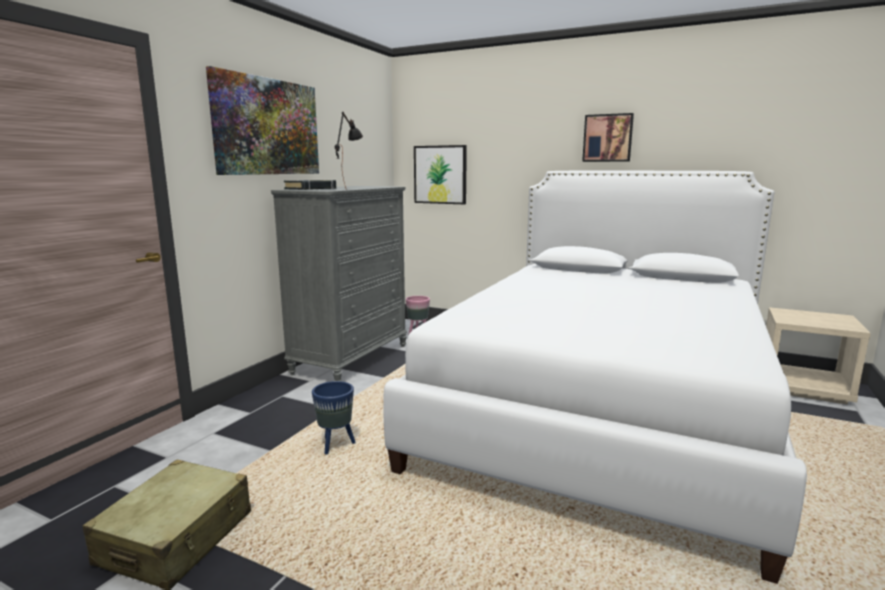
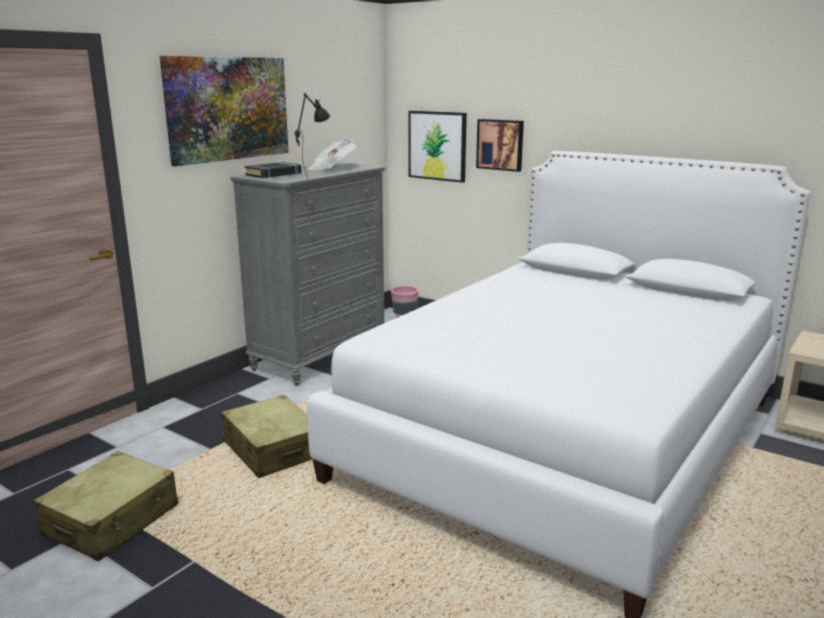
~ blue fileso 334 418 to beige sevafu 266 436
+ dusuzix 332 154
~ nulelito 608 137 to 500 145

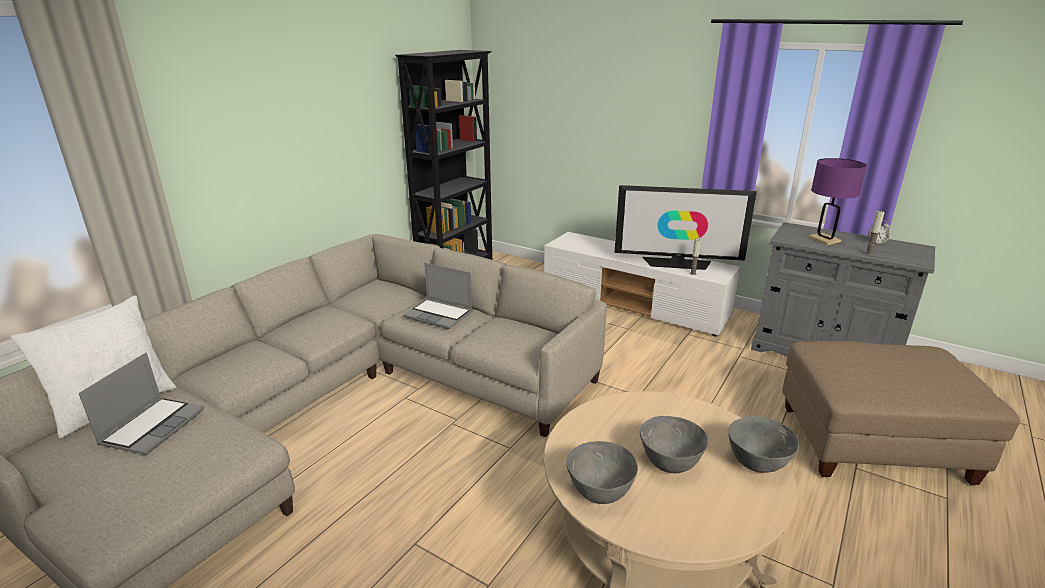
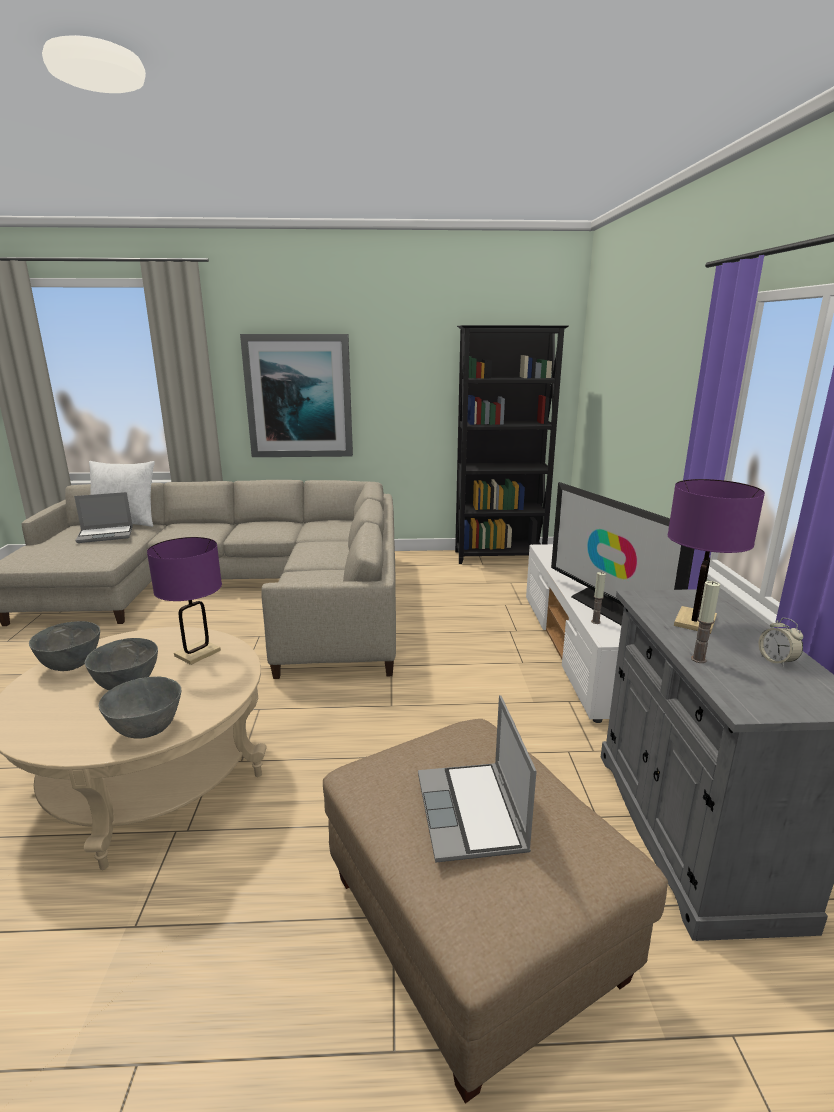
+ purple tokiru 184 601
+ nulelito 296 395
~ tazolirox 438 296 to 477 778

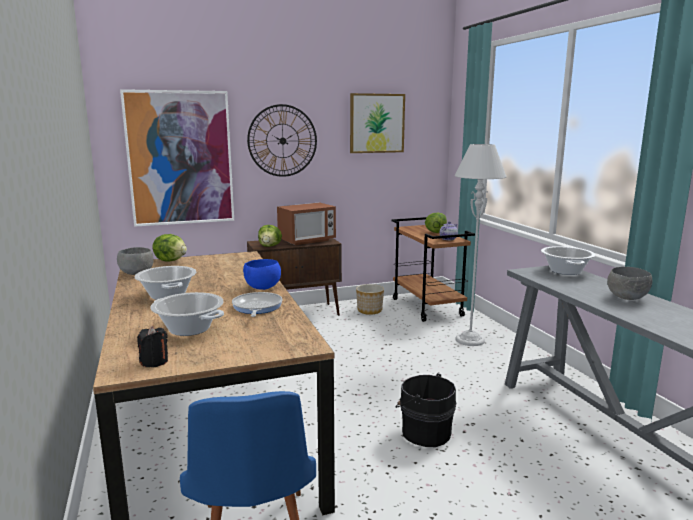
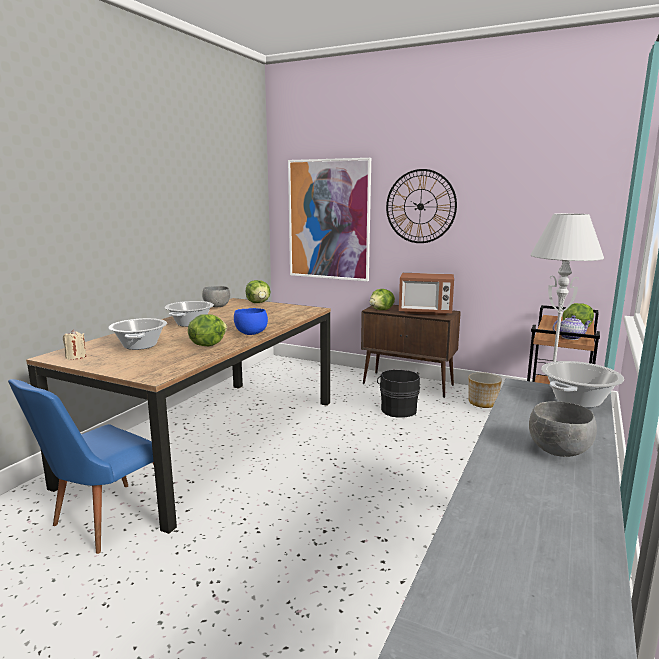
~ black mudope 152 346 to beige mudope 74 345
~ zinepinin 257 304 to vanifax 207 330
~ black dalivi 426 410 to 398 394
- nulelito 377 123

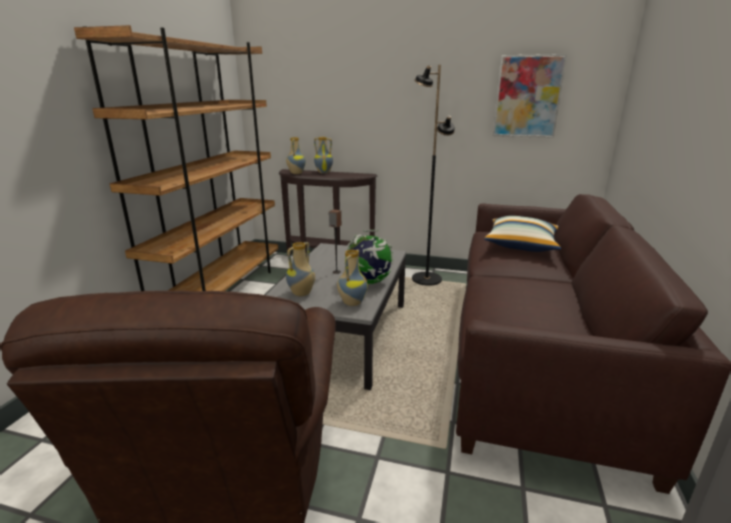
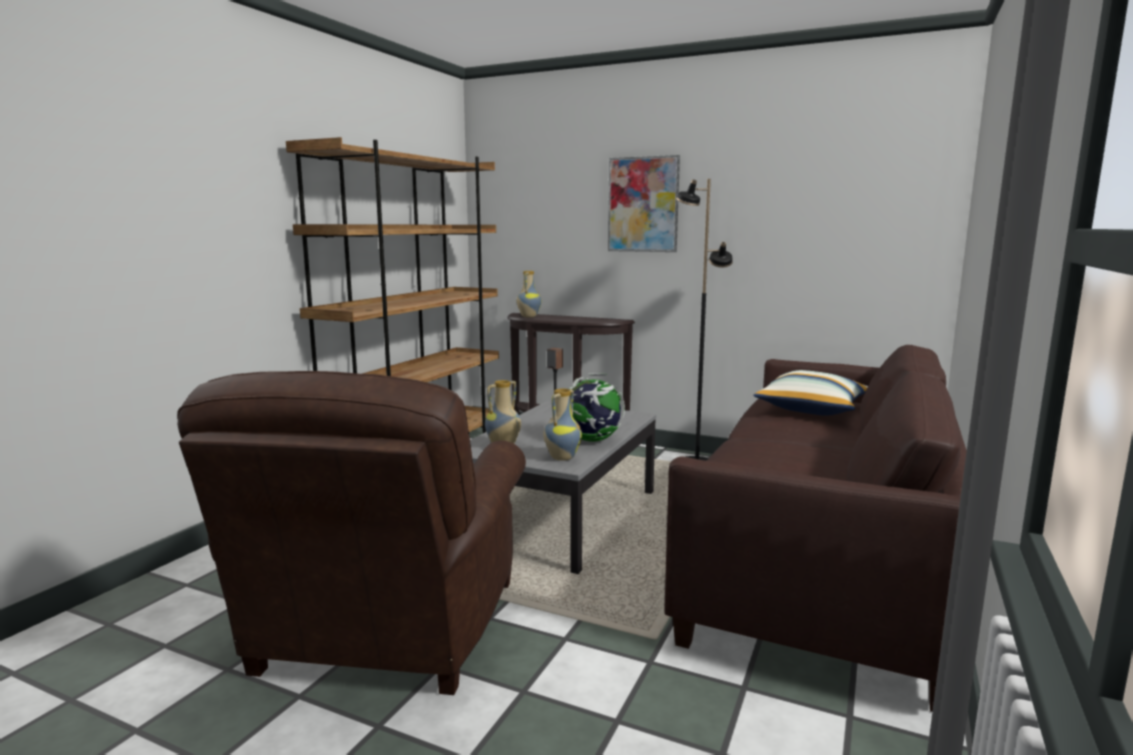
~ nulelito 530 96 to 644 203
- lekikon 323 155

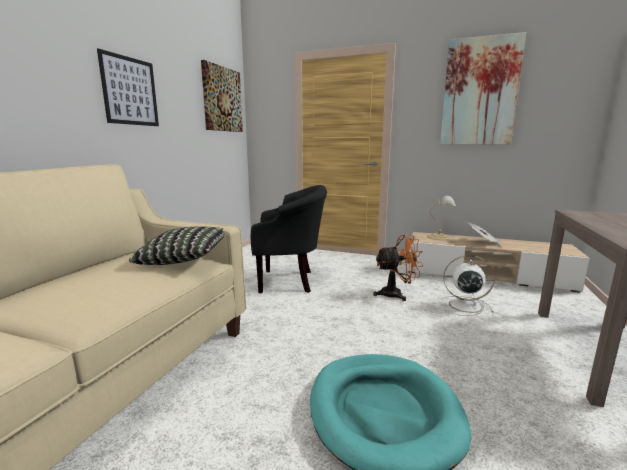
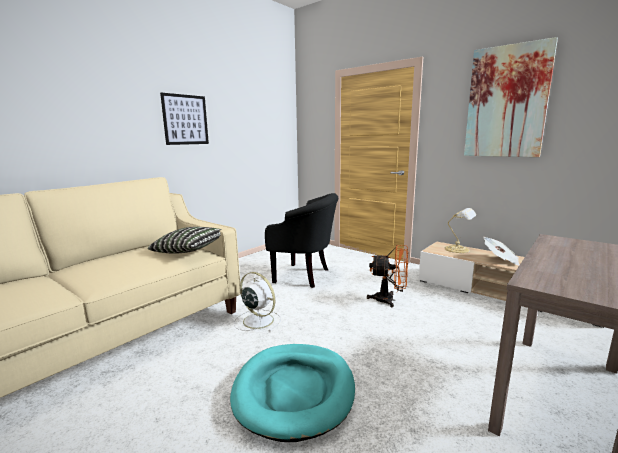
~ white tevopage 467 285 to 257 302
- nulelito 222 96

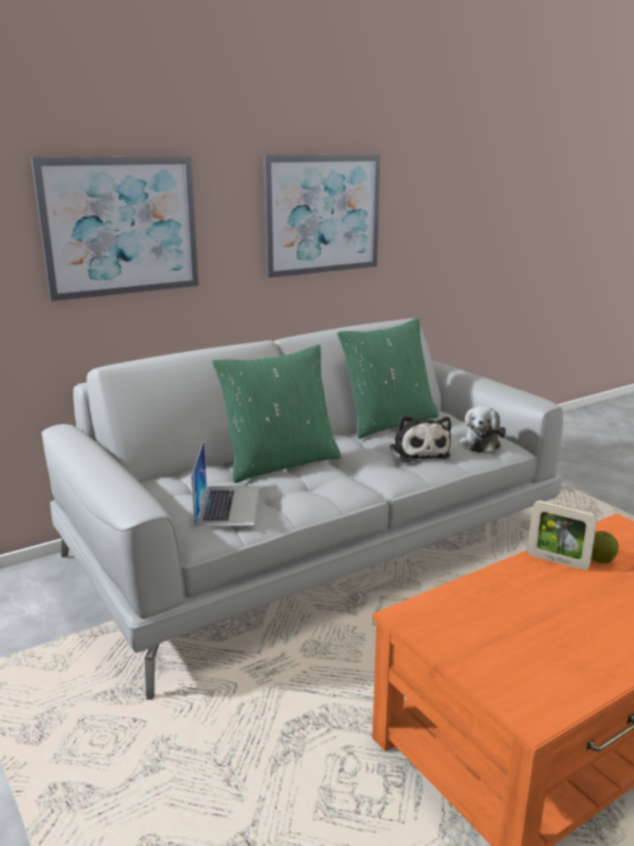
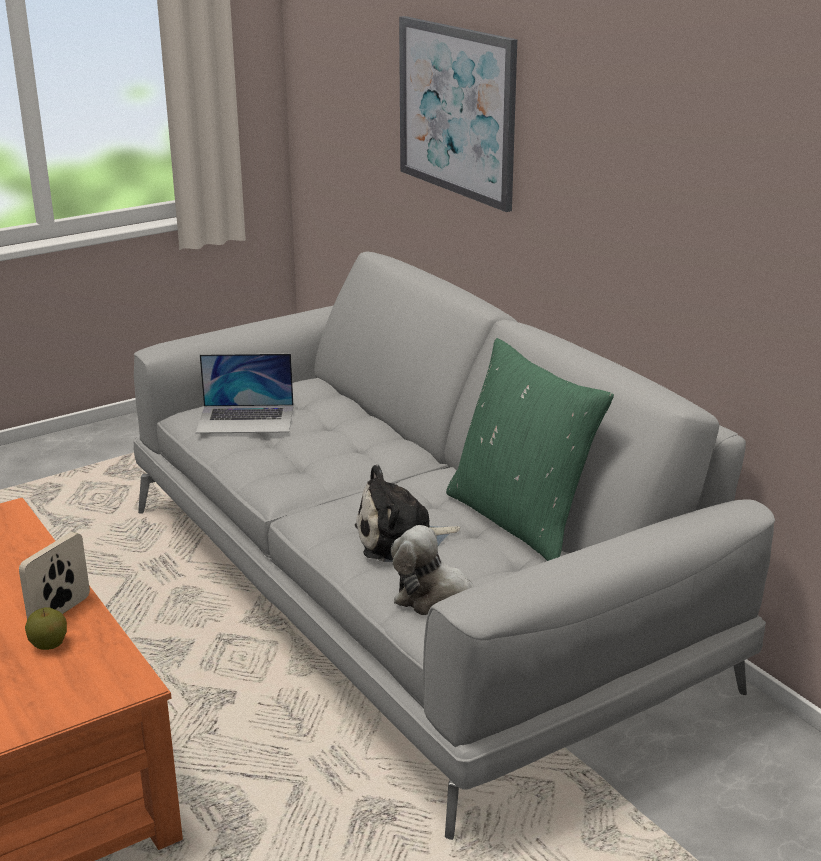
- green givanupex 276 414
- nulelito 321 216

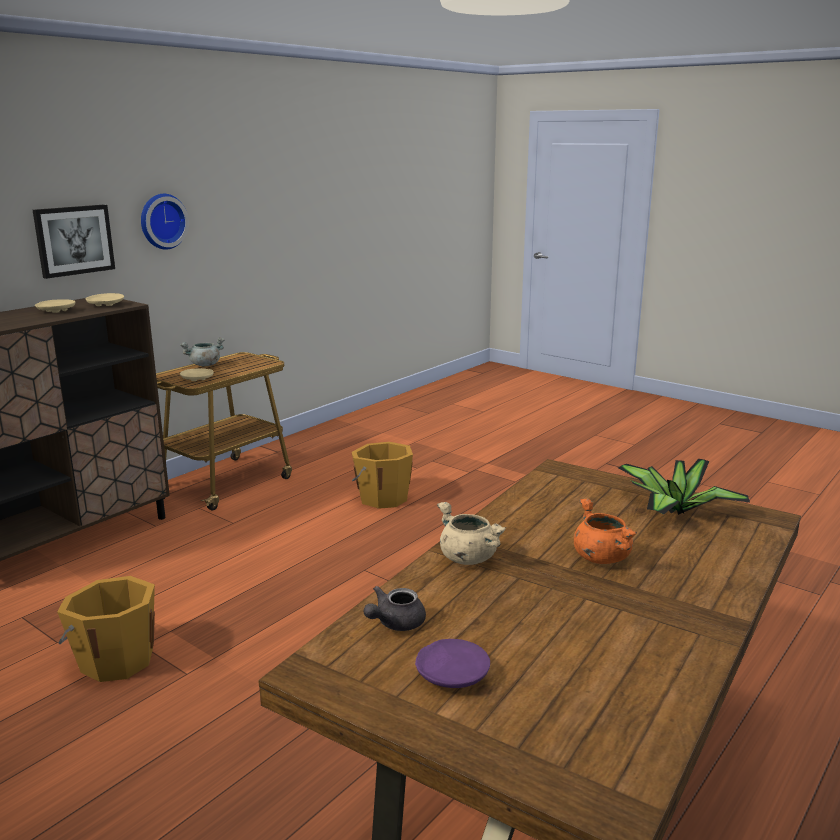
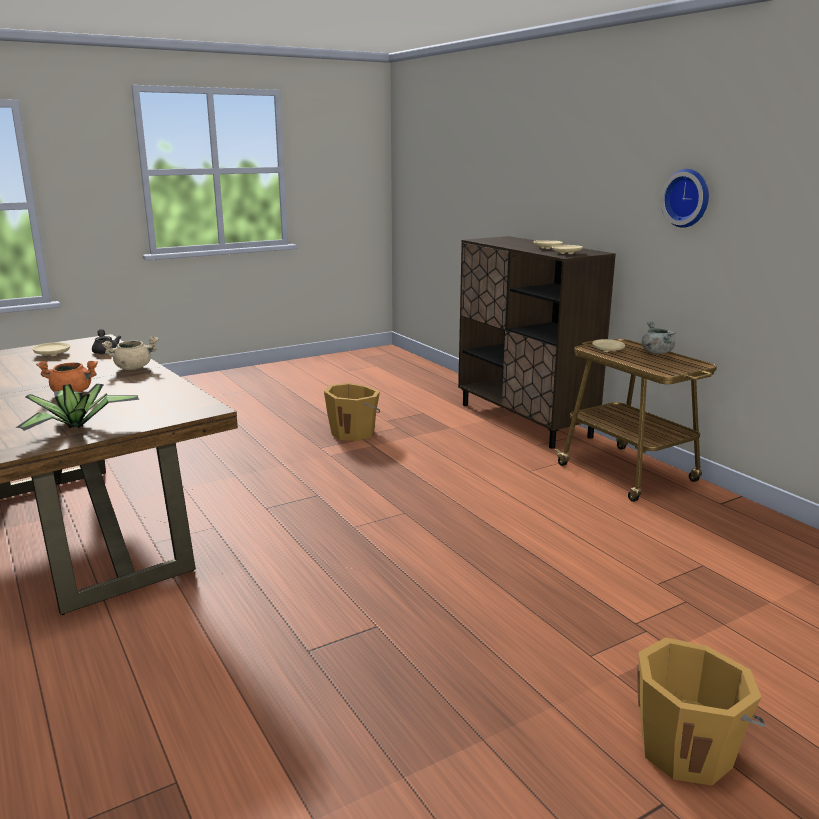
~ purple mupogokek 452 663 to beige mupogokek 51 349
~ orange dalivi 382 475 to 701 711
- nulelito 74 242

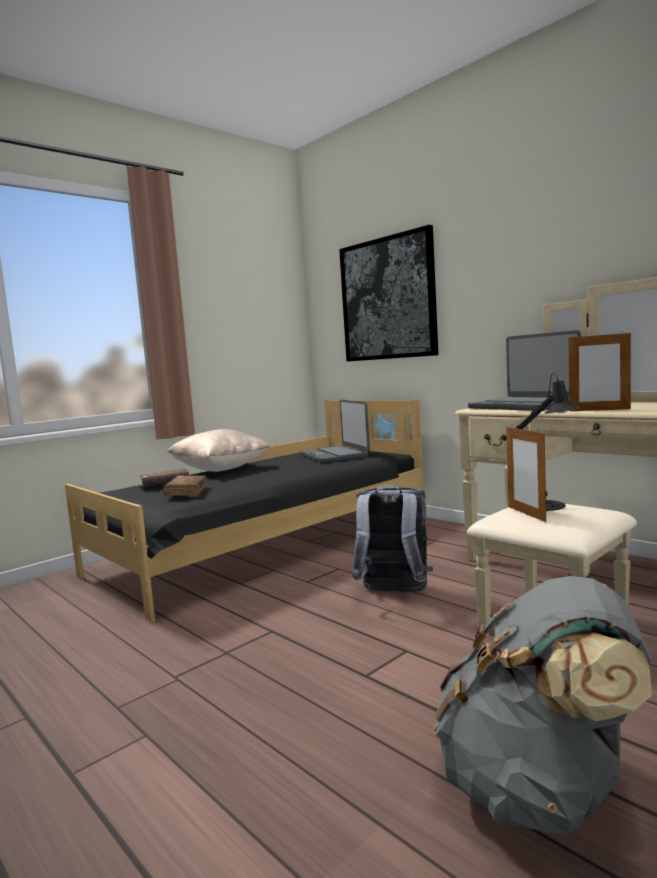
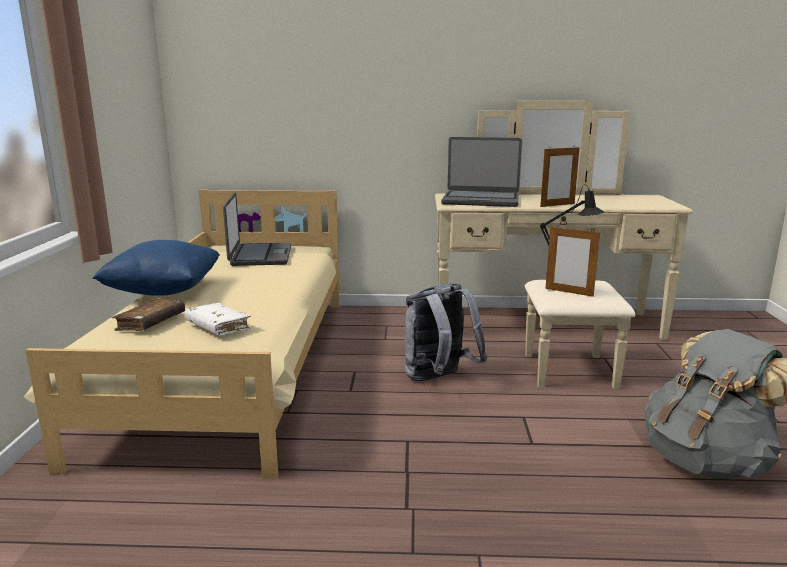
~ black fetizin 244 510 to beige fetizin 182 334
~ beige givanupex 218 450 to blue givanupex 156 268
~ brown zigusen 184 486 to white zigusen 218 319
~ tazolirox 335 431 = 257 229 120 degrees counterclockwise
- nulelito 388 293

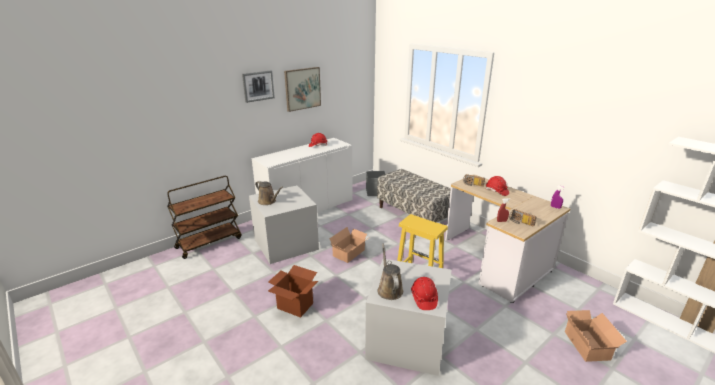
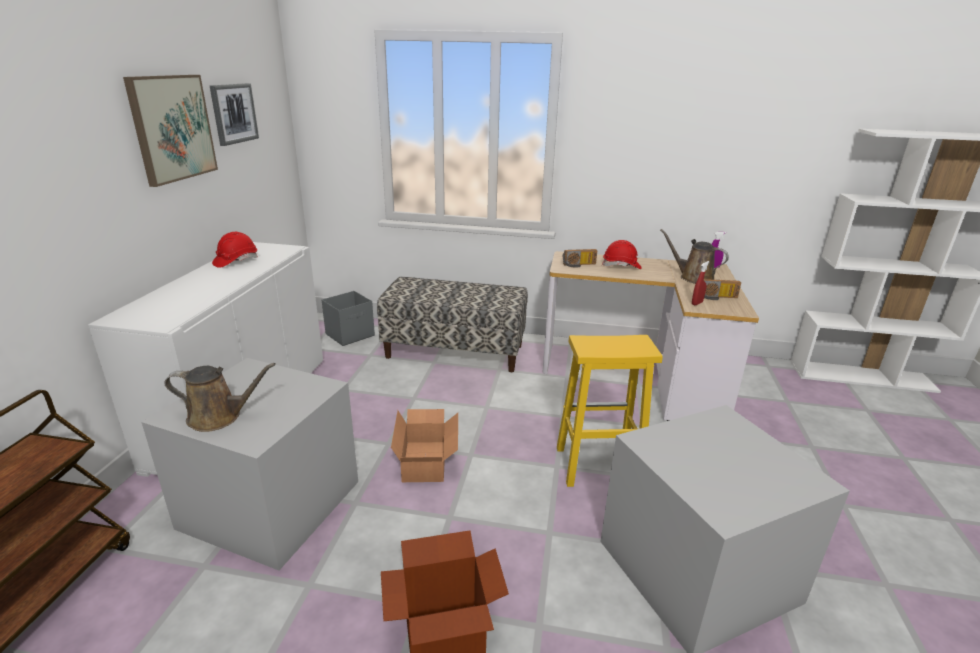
~ nulelito 258 87 to 234 114
~ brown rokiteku 390 271 to 694 256
- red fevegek 424 293
- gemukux 596 336

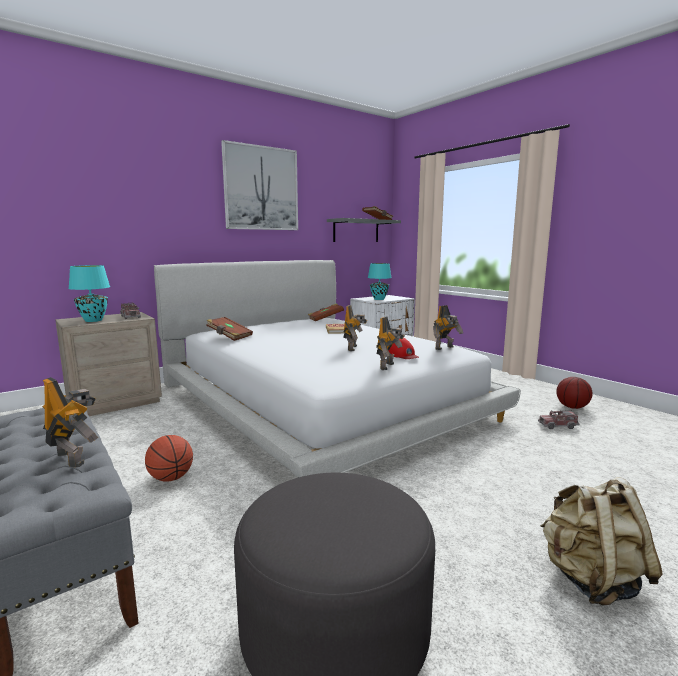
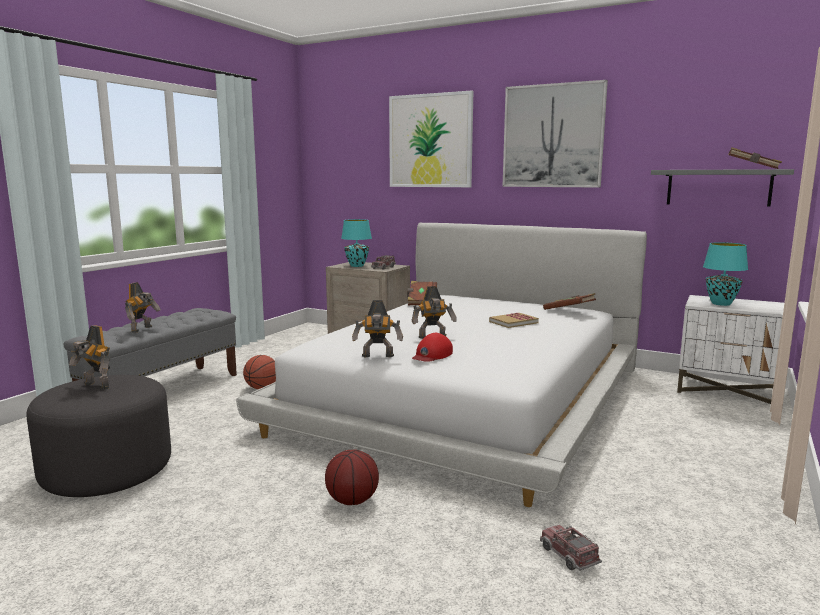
~ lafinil 448 327 to 89 357
~ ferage 574 393 to 352 477
+ nulelito 431 138
- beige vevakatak 601 541

